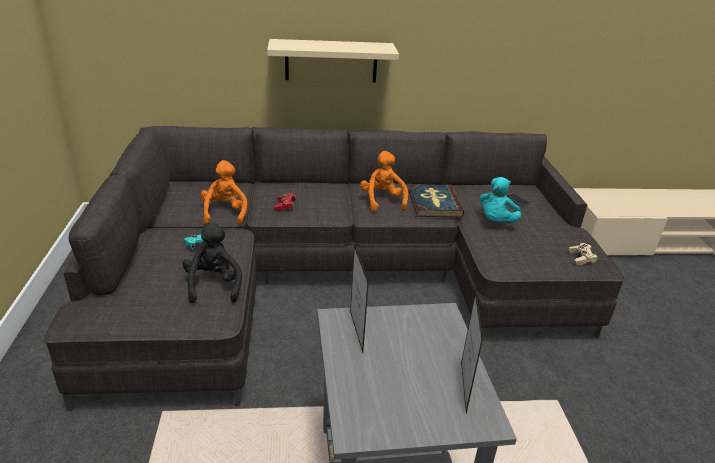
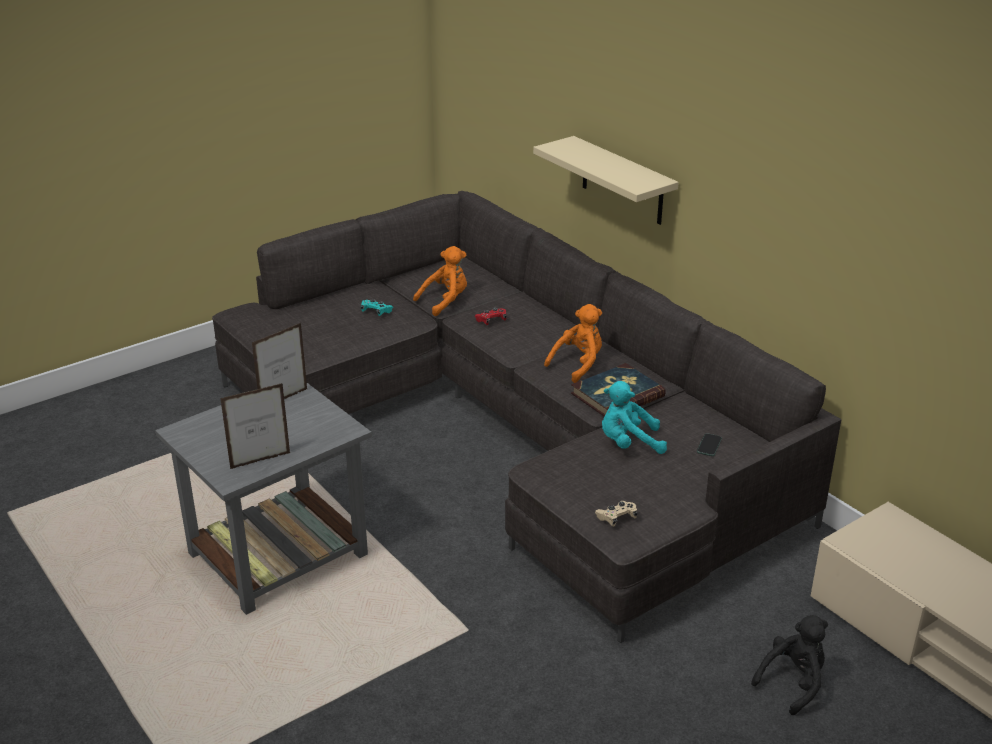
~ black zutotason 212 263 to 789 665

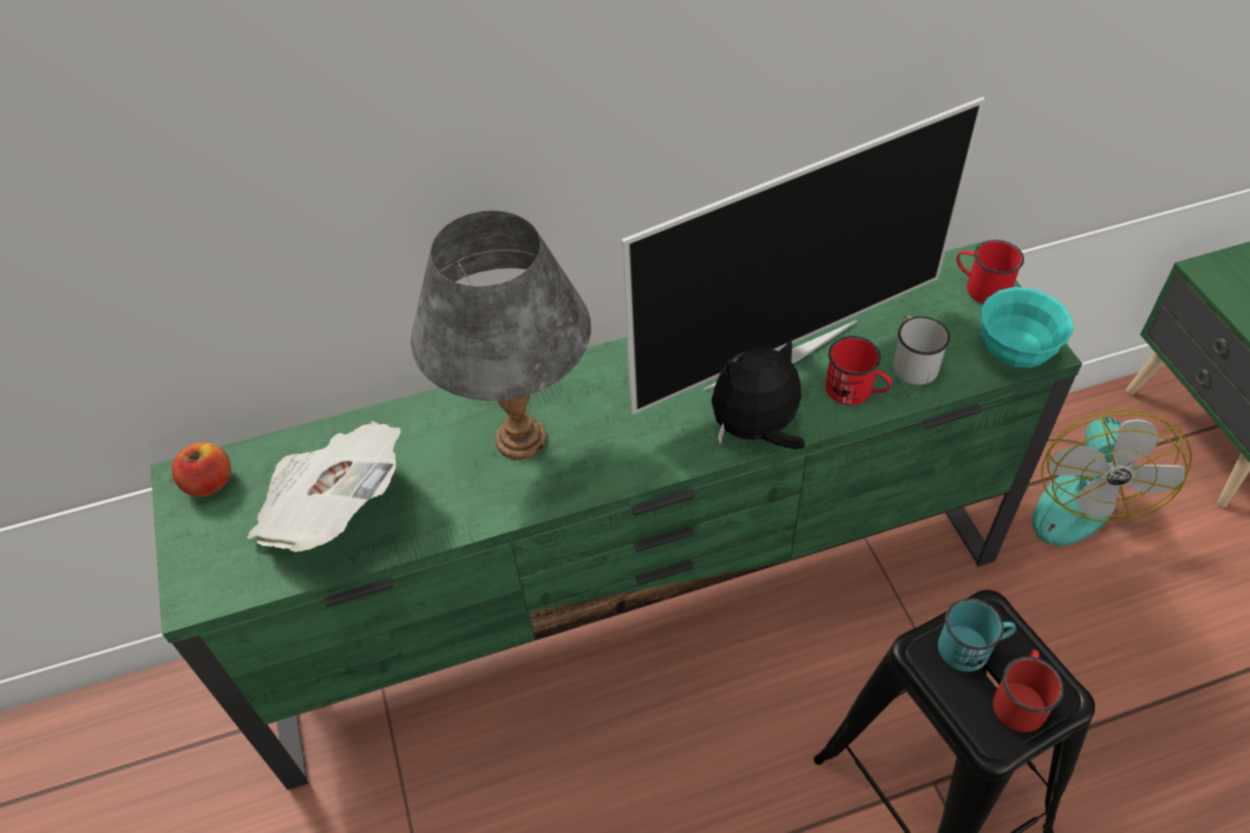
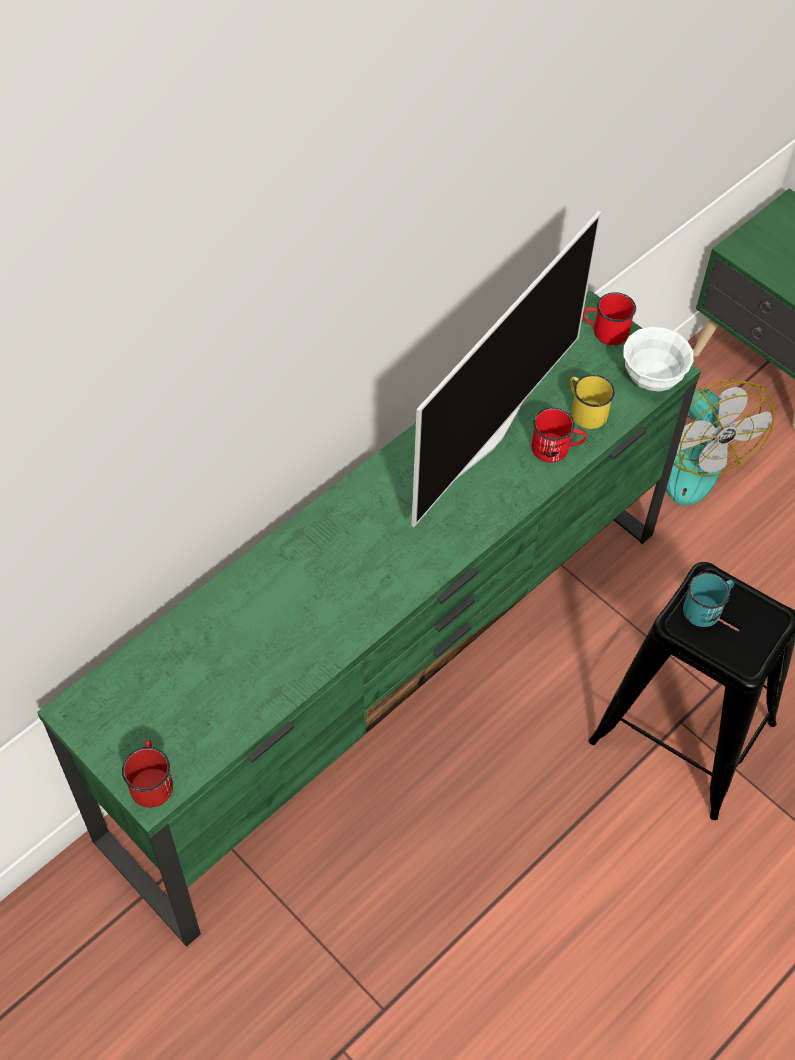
~ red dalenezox 1028 691 to 147 774
~ white dalenezox 921 350 to yellow dalenezox 592 402
~ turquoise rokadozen 1027 327 to white rokadozen 658 359
- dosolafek 201 469
- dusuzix 324 486
- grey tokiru 501 335
- zutotason 758 394

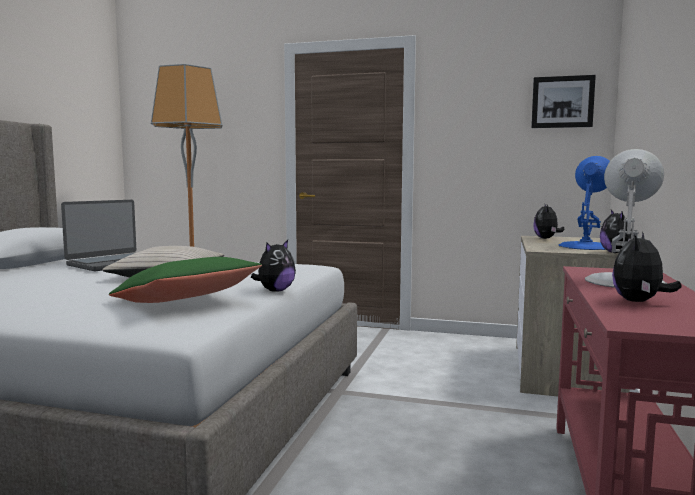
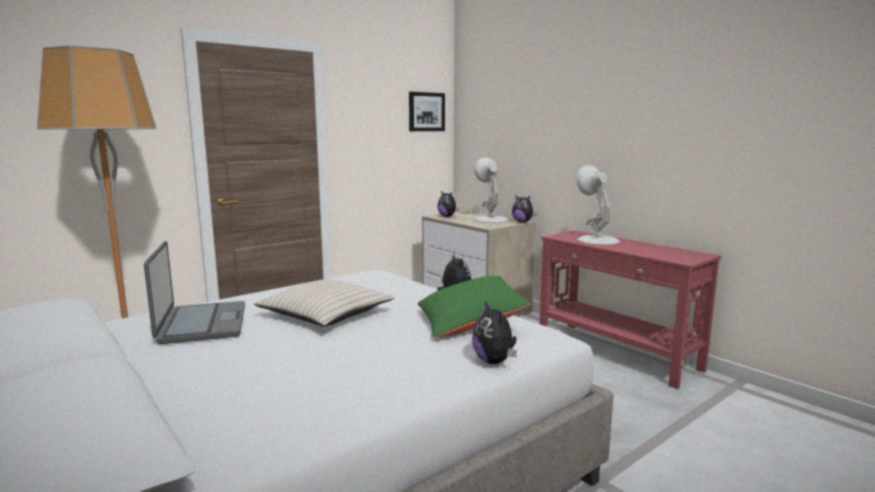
~ zutotason 647 267 to 494 332
~ blue tokiru 584 203 to white tokiru 491 190

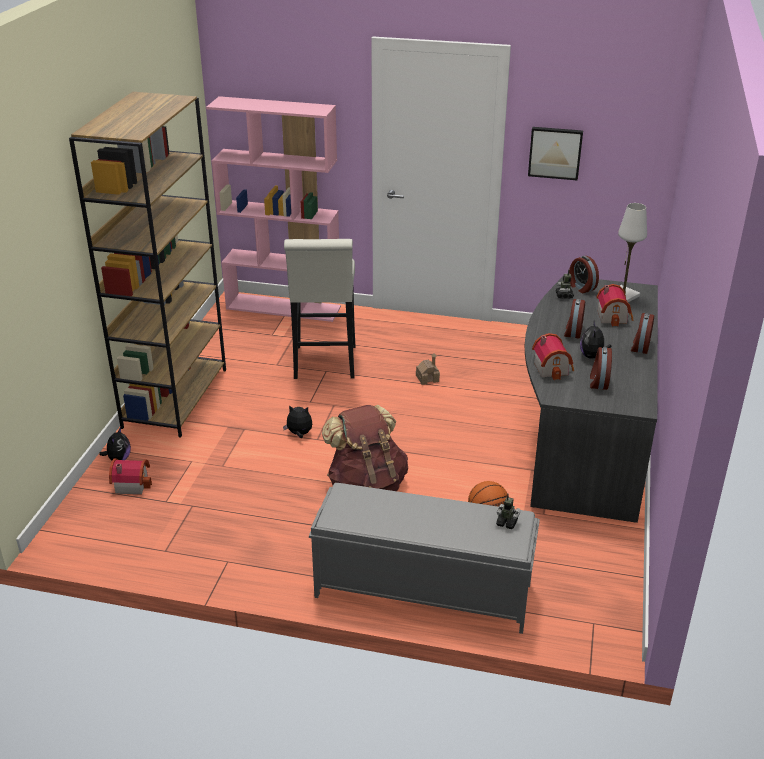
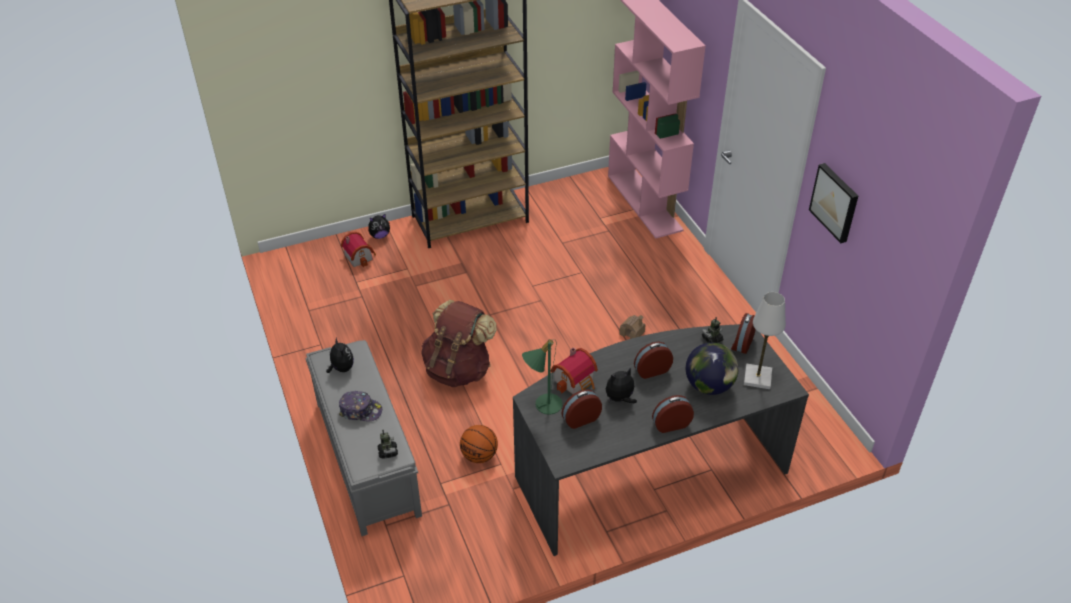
~ zutotason 297 421 to 340 355
+ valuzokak 360 406
+ green tokiru 542 377
~ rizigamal 614 305 to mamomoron 712 368
- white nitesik 320 309

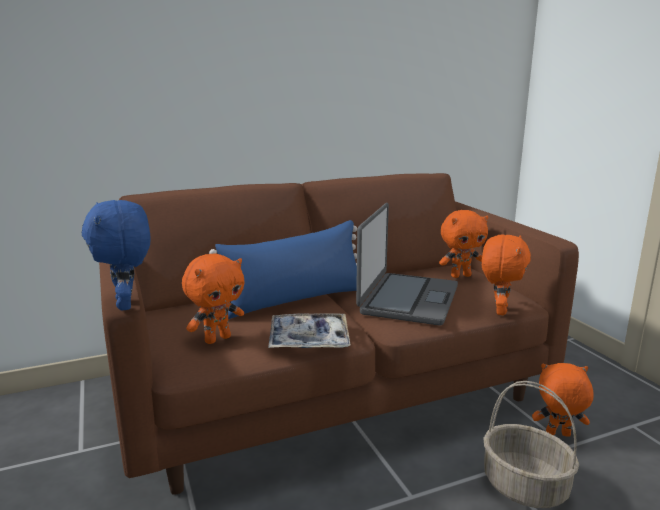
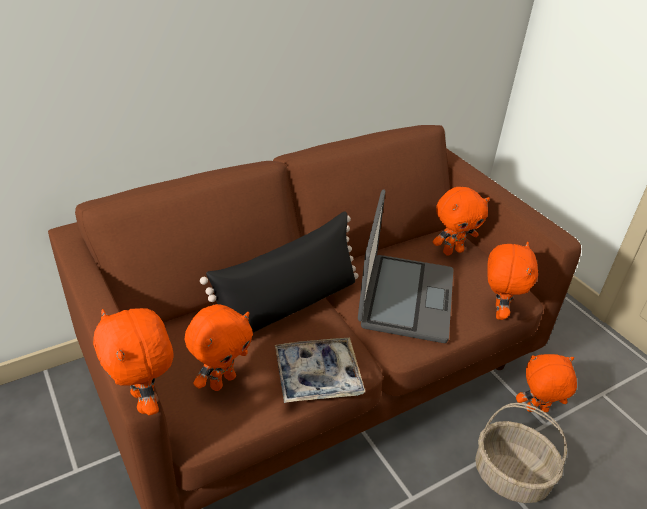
~ blue zutotason 116 255 to orange zutotason 133 361
~ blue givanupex 283 269 to black givanupex 279 272

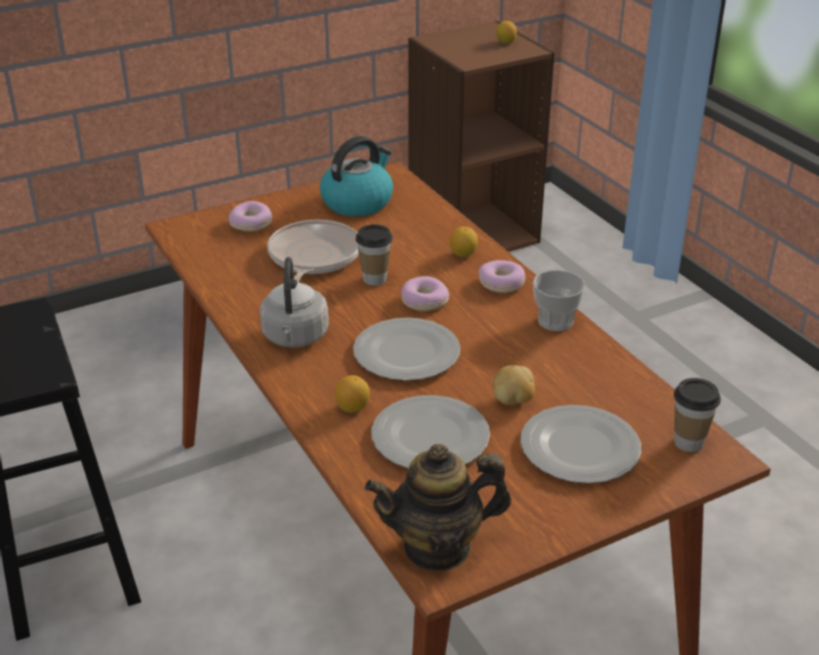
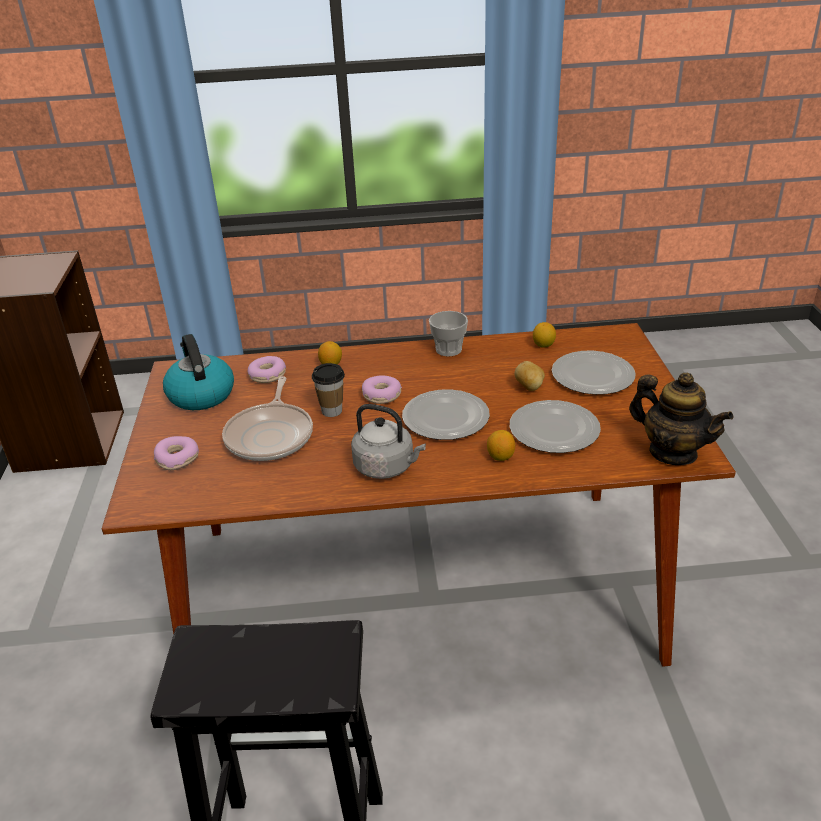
~ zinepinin 313 251 = 267 418 120 degrees counterclockwise
~ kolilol 502 276 to 267 369
~ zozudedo 506 32 to 544 335
~ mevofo 438 507 = 681 418 60 degrees counterclockwise
- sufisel 697 415

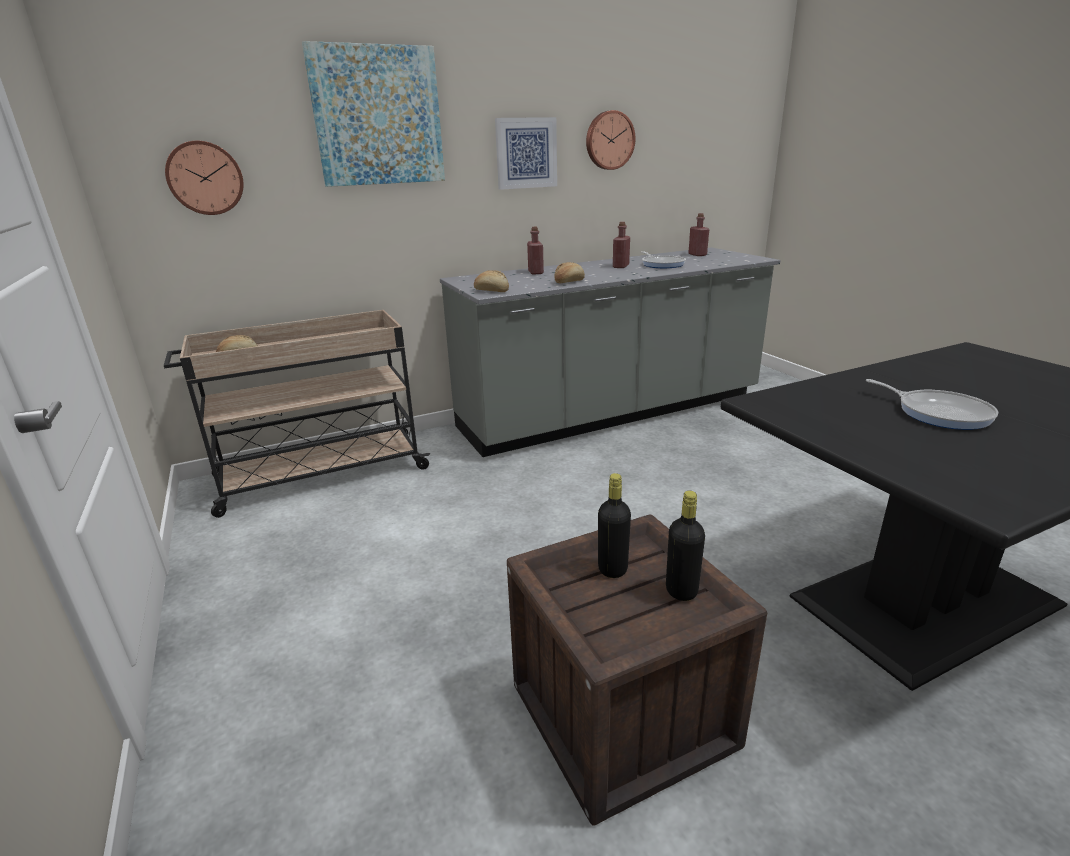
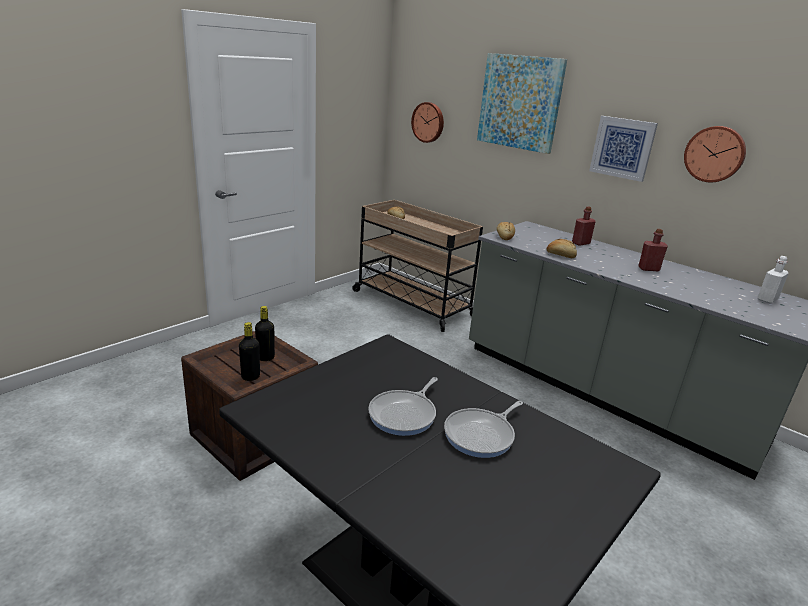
~ zinepinin 663 259 to 483 429
~ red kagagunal 698 234 to white kagagunal 773 279

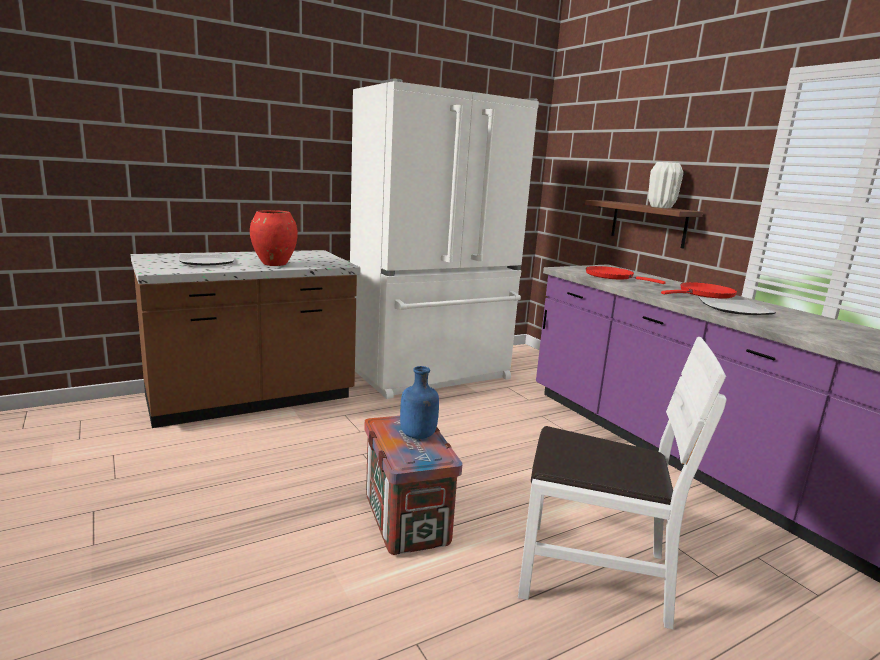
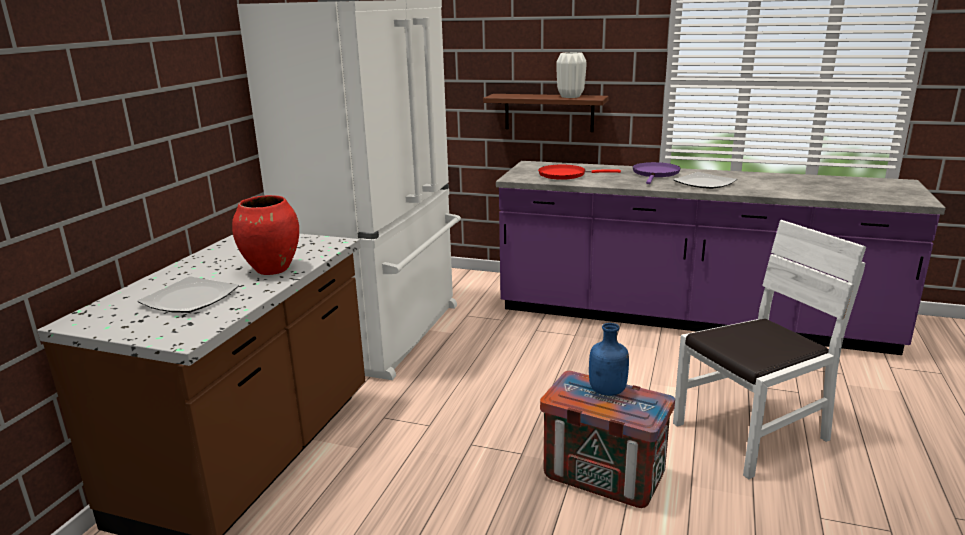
~ red zinepinin 699 290 to purple zinepinin 657 173

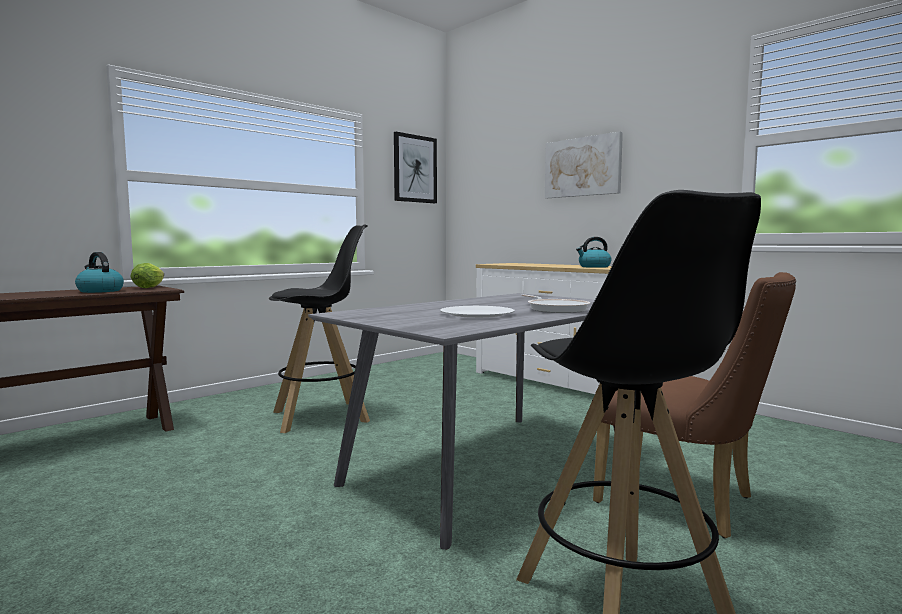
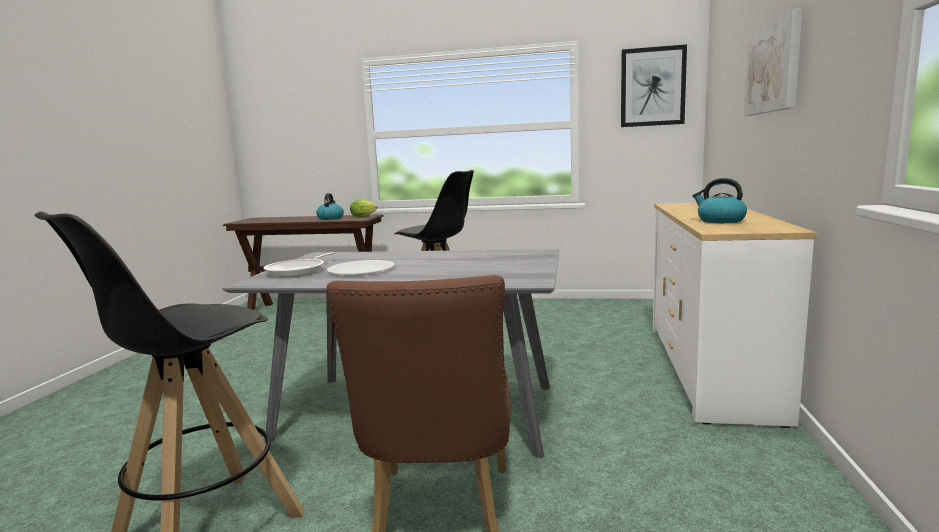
~ zinepinin 555 304 to 299 264

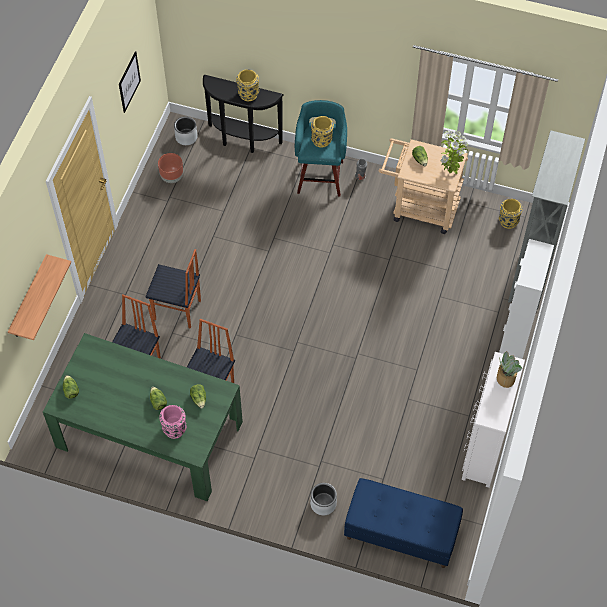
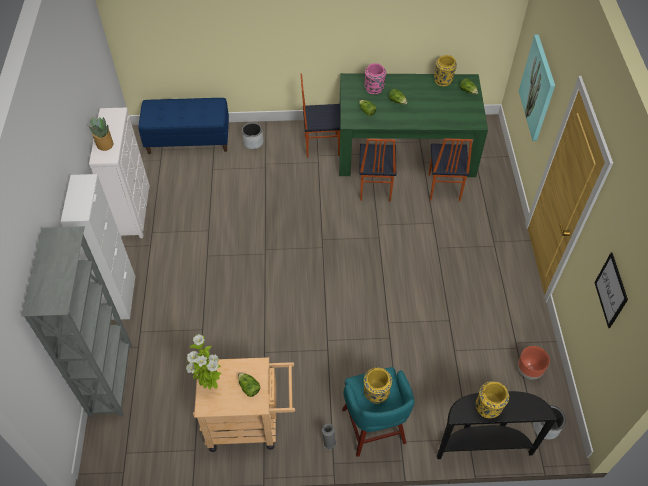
~ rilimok 173 289 to 320 116
~ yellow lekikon 511 214 to 445 70
~ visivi 39 297 to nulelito 537 88

